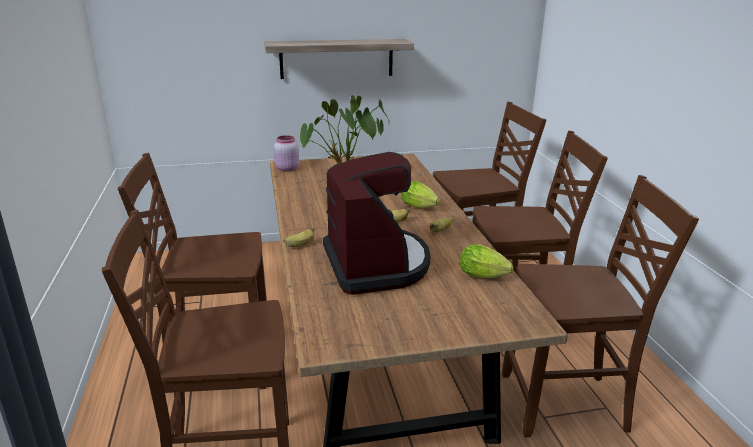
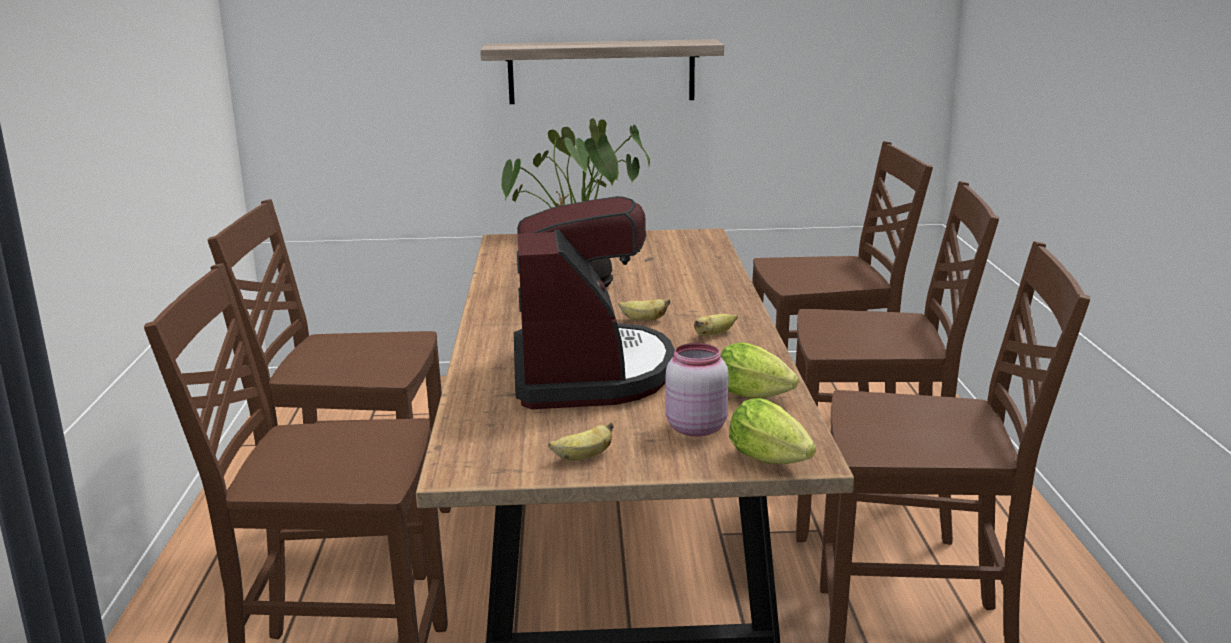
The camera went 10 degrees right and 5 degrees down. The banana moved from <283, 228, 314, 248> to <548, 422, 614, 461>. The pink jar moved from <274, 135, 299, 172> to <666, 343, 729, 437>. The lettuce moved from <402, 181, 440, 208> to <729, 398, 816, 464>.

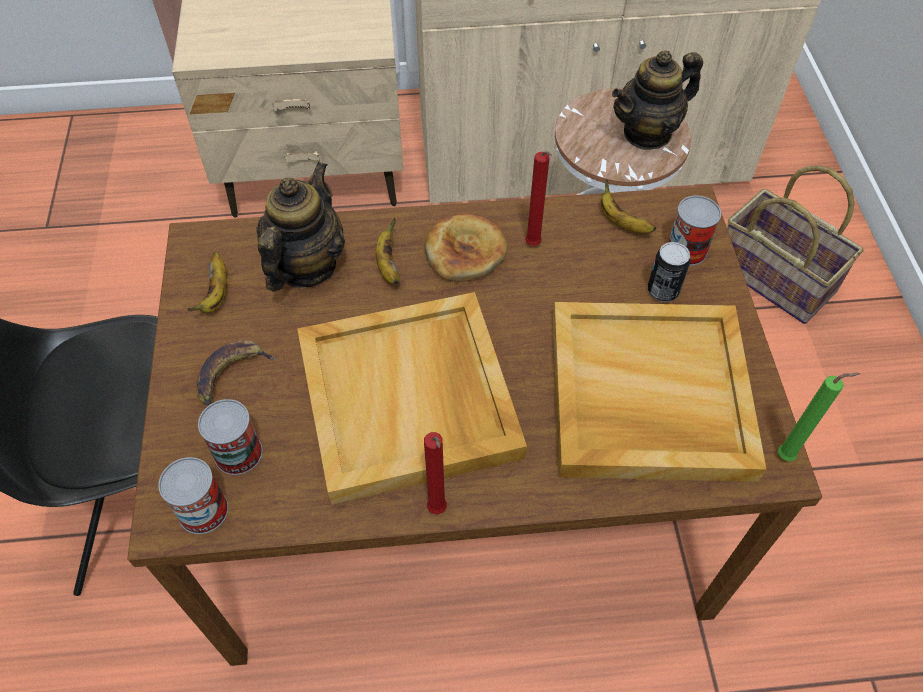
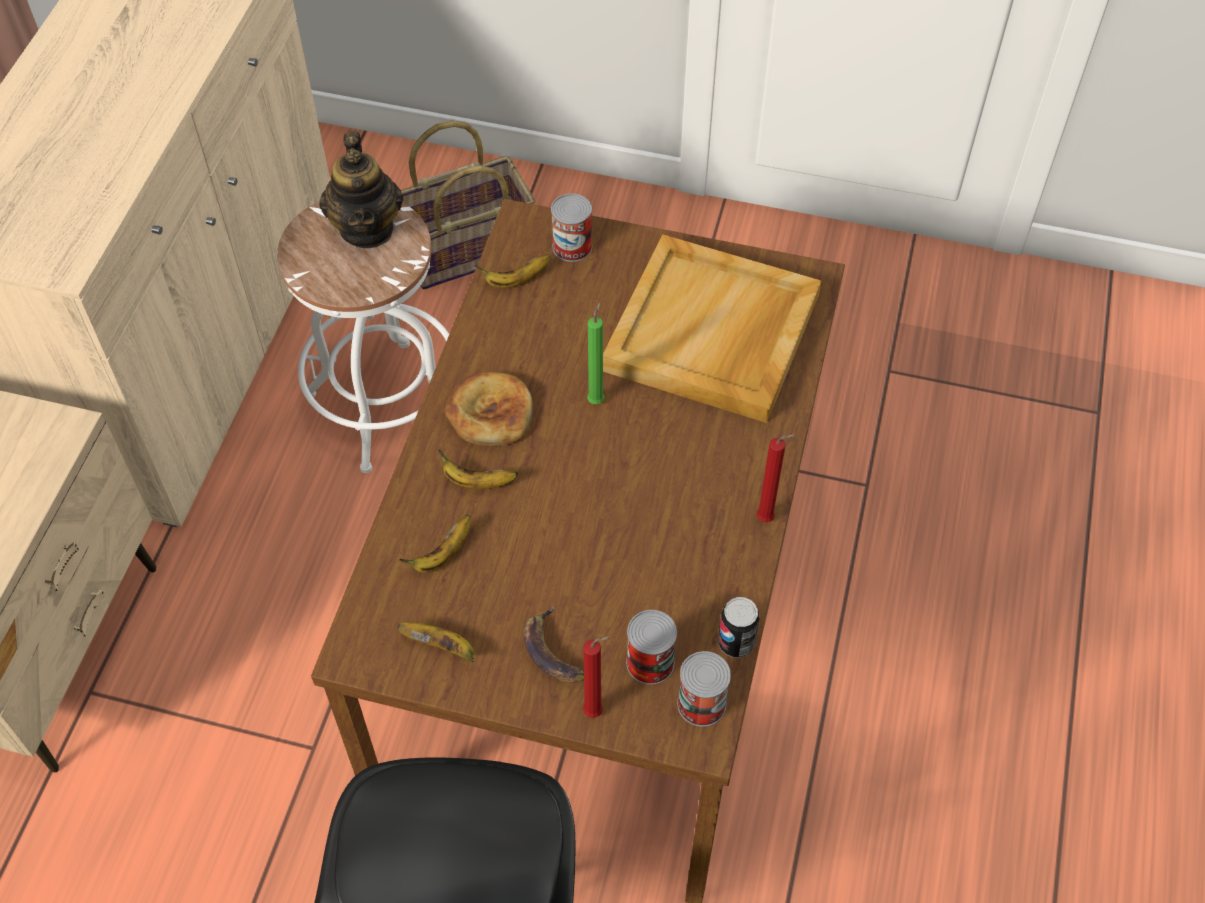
The camera went 70 degrees left and 0 degrees up. The teapot at <256, 161, 345, 291> was replaced by the banana at <399, 514, 471, 573>. The red candle moved from <525, 151, 552, 246> to <583, 636, 610, 718>. The green candle moved from <778, 372, 860, 461> to <587, 301, 605, 404>. The can moved from <648, 242, 691, 302> to <718, 597, 759, 658>. The beige tray at <297, 292, 527, 505> disappeared.

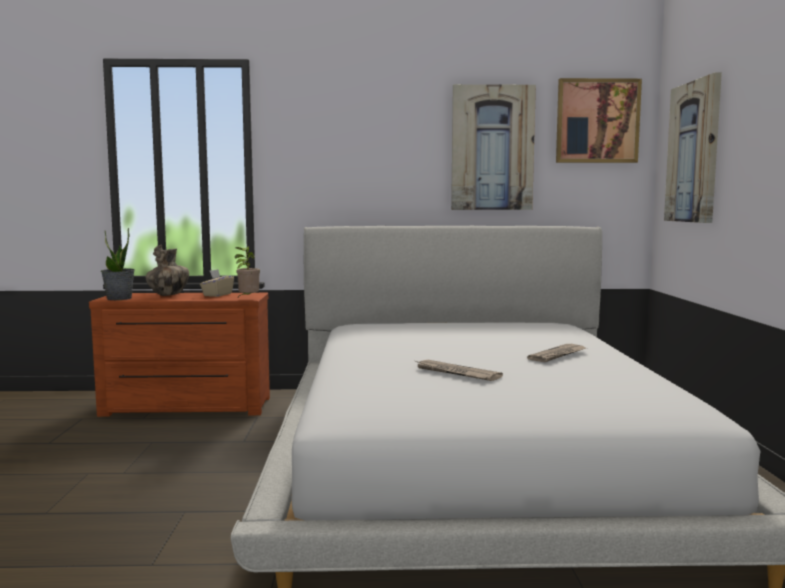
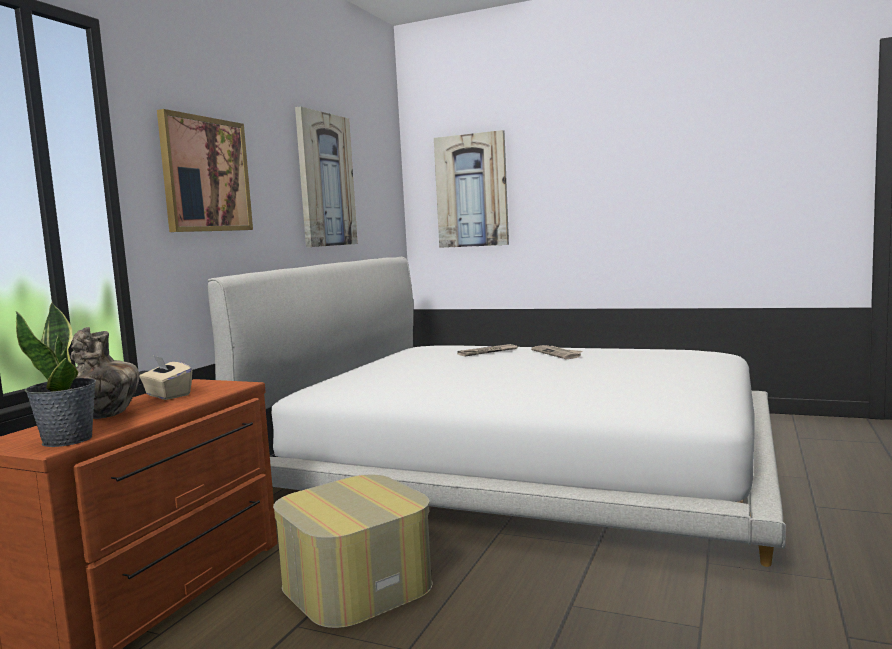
The camera went 65 degrees left and 0 degrees up. The picture moved from <556, 78, 642, 163> to <157, 109, 253, 232>. The ottoman at <273, 475, 432, 628> appeared. The newspaper moved from <415, 360, 503, 381> to <457, 344, 518, 357>. The potted plant at <235, 246, 260, 297> disappeared.

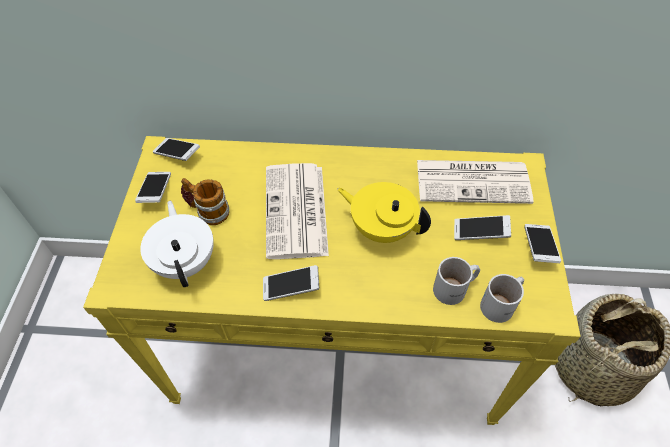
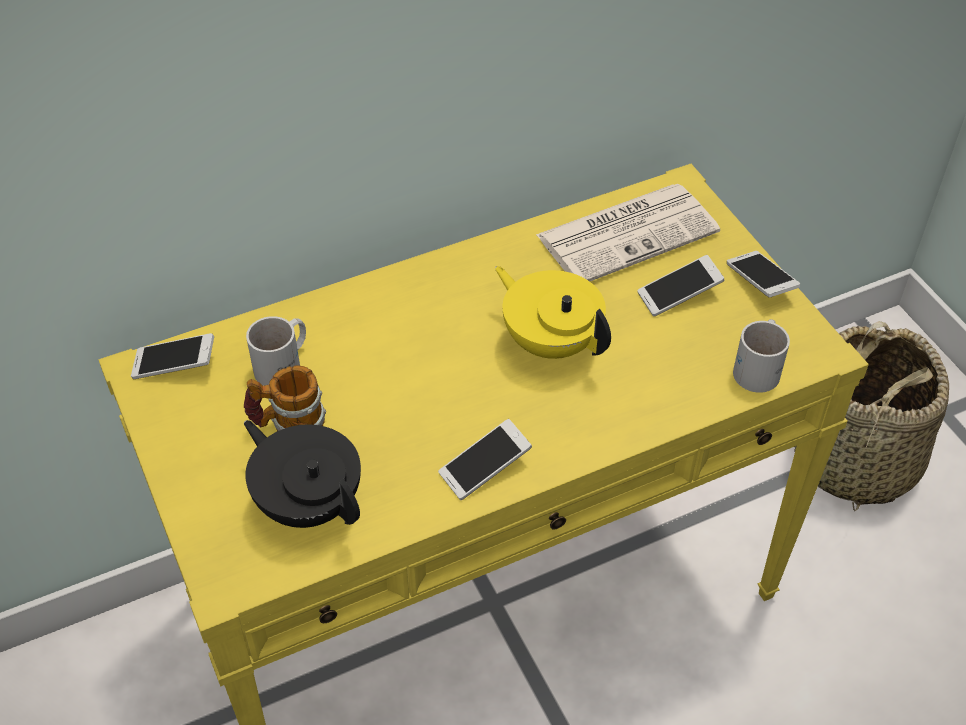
The camera went 30 degrees left and 5 degrees down. The white teapot at <140, 201, 214, 287> became the black teapot at <244, 420, 361, 528>. The white mug moved from <433, 257, 480, 305> to <246, 316, 306, 386>. The yellow teapot at <337, 182, 431, 243> turned 45 degrees clockwise. The phone at <135, 172, 171, 203> disappeared. The newspaper at <266, 163, 329, 259> disappeared.

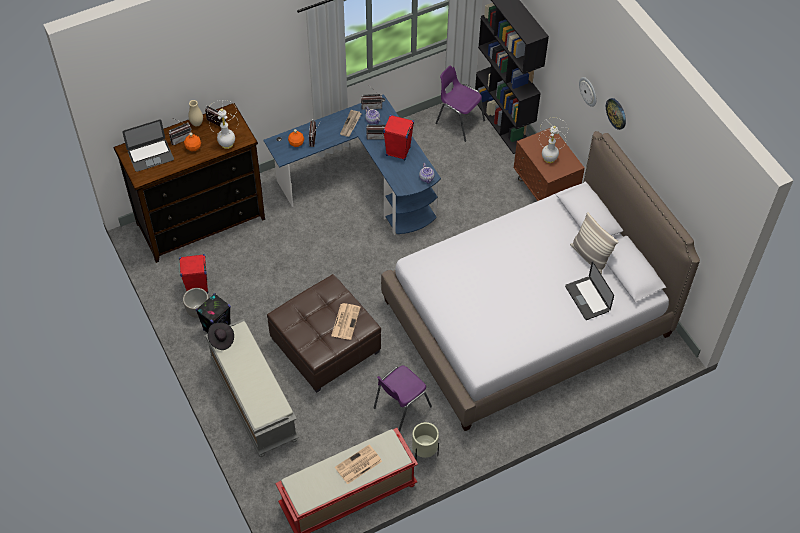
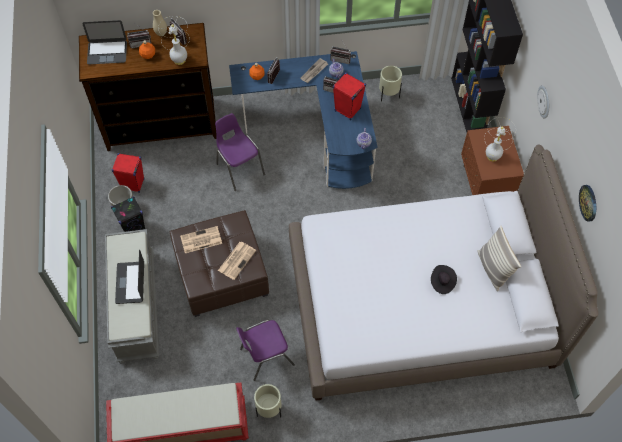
The camera went 20 degrees right and 5 degrees up. The laptop moved from <565, 261, 614, 320> to <115, 249, 144, 304>. The newspaper moved from <335, 445, 382, 484> to <180, 226, 222, 253>. The purple chair moved from <435, 66, 485, 142> to <215, 113, 265, 191>. The beige planter at <379, 66, 402, 102> appeared. The black hat moved from <208, 323, 234, 350> to <431, 265, 457, 294>. The wall clock moved from <606, 98, 626, 130> to <579, 185, 596, 221>.

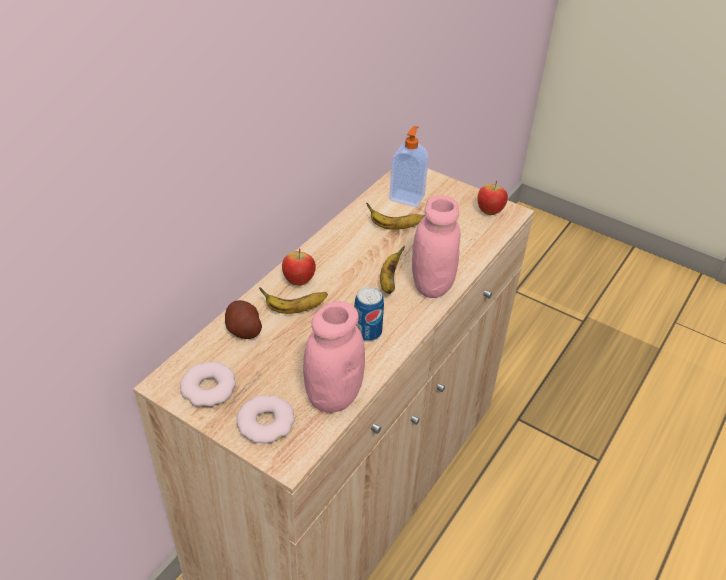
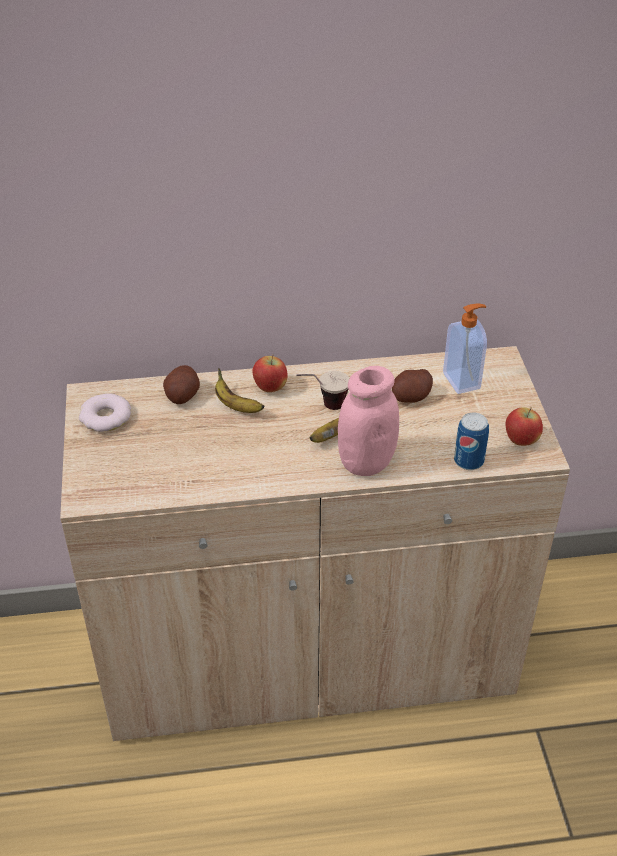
The camera went 50 degrees right and 0 degrees up. The cup at <296, 371, 349, 410> appeared. The banana at <366, 203, 425, 230> was replaced by the potato at <392, 369, 433, 403>. The can moved from <354, 287, 384, 341> to <454, 413, 489, 470>. The donut at <237, 395, 295, 444> disappeared. The pink jar at <303, 301, 365, 412> disappeared.

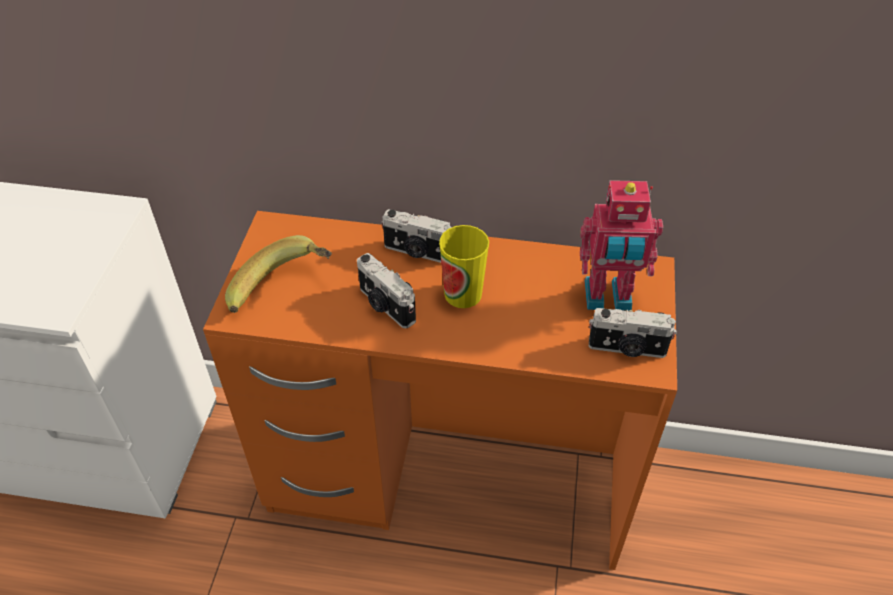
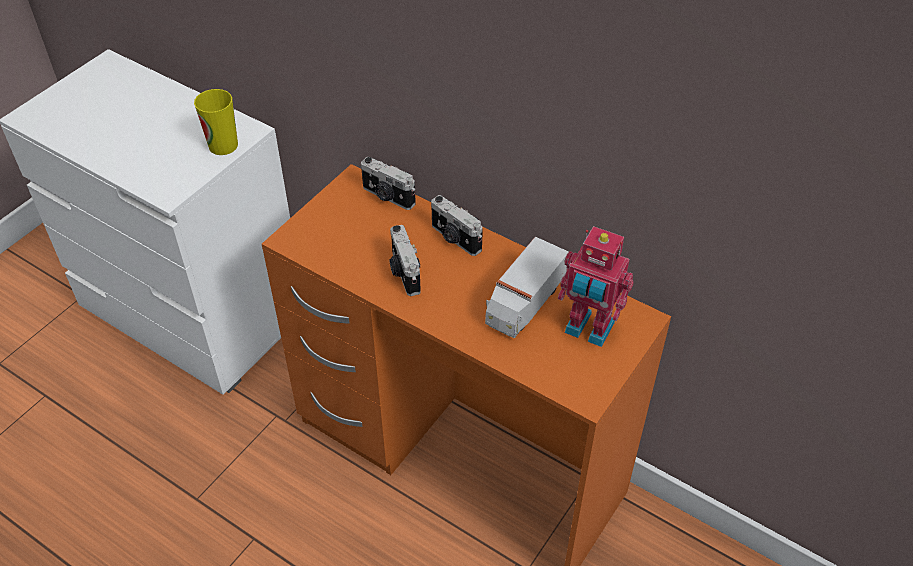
The camera went 25 degrees right and 0 degrees up. The cup moved from <439, 225, 489, 308> to <194, 89, 238, 155>. The photo camera moved from <589, 308, 676, 358> to <361, 157, 416, 210>. The toy truck at <485, 236, 569, 338> appeared. The banana at <225, 235, 332, 313> disappeared.

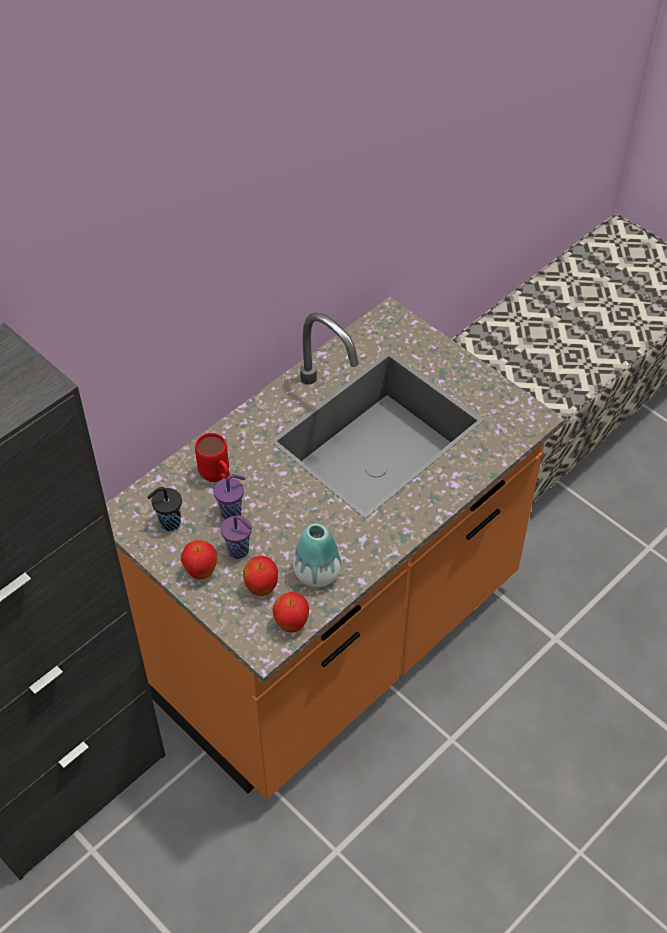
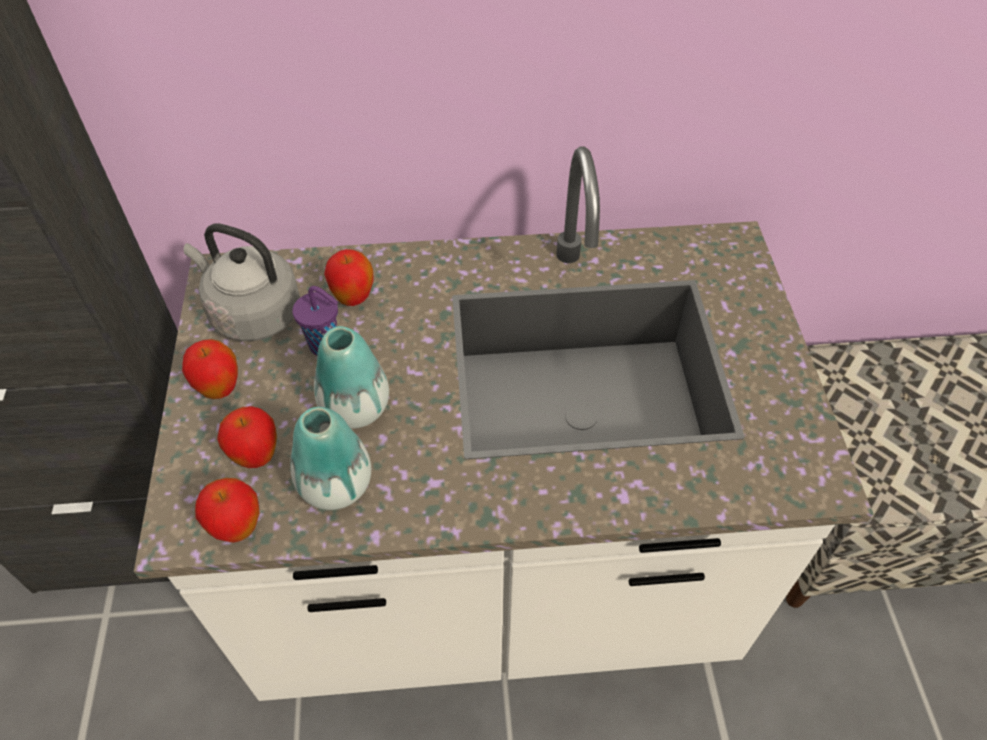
The camera went 40 degrees right and 0 degrees up. The orange counter at <106, 296, 565, 799> became the white counter at <134, 146, 873, 701>. The black cup at <147, 487, 182, 531> was replaced by the grey kettle at <184, 224, 300, 341>. The vase at <314, 326, 389, 429> appeared. The red mug at <195, 433, 230, 482> was replaced by the apple at <324, 249, 374, 306>. The purple cup at <221, 515, 252, 559> disappeared.

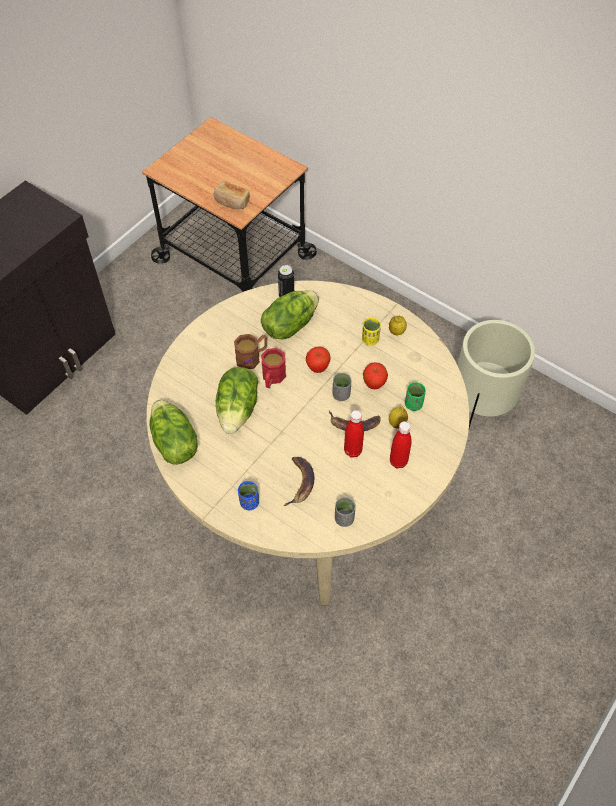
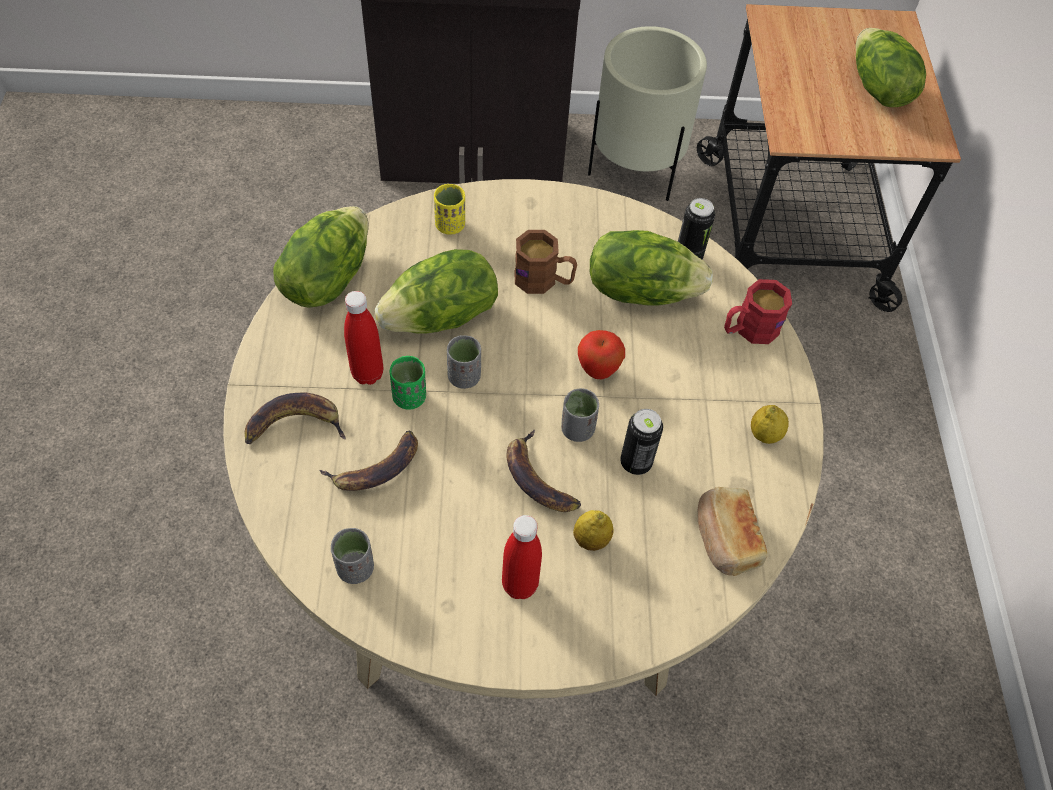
The camera went 50 degrees right and 0 degrees up. The blue cup at <238, 481, 259, 510> was replaced by the banana at <245, 393, 346, 444>. The red bottle moved from <344, 410, 364, 458> to <344, 291, 383, 385>. The green cup moved from <405, 382, 426, 411> to <390, 356, 426, 410>. The yellow cup moved from <362, 318, 381, 346> to <434, 184, 465, 235>. The grey cup at <447, 335, 481, 389> appeared. The beige planter moved from <457, 320, 535, 428> to <588, 26, 707, 201>. The apple at <363, 362, 388, 389> was replaced by the can at <620, 409, 663, 475>. The bread moved from <214, 181, 250, 209> to <698, 487, 768, 576>. The red mug moved from <261, 348, 286, 388> to <724, 279, 792, 344>. The lettuce at <855, 28, 926, 107> appeared.

